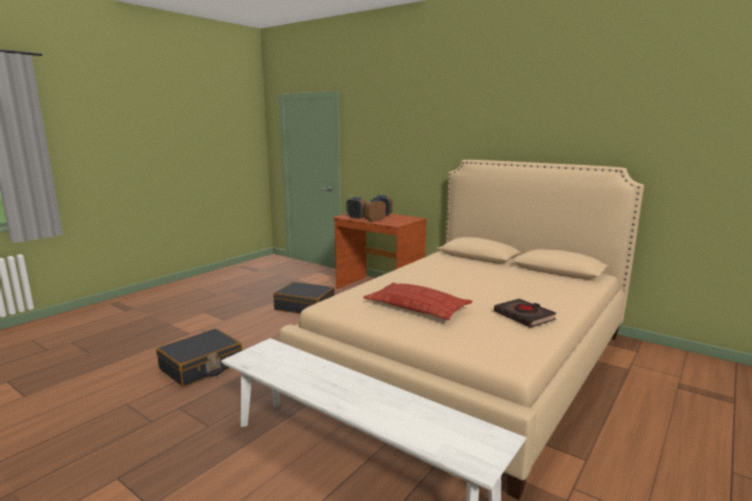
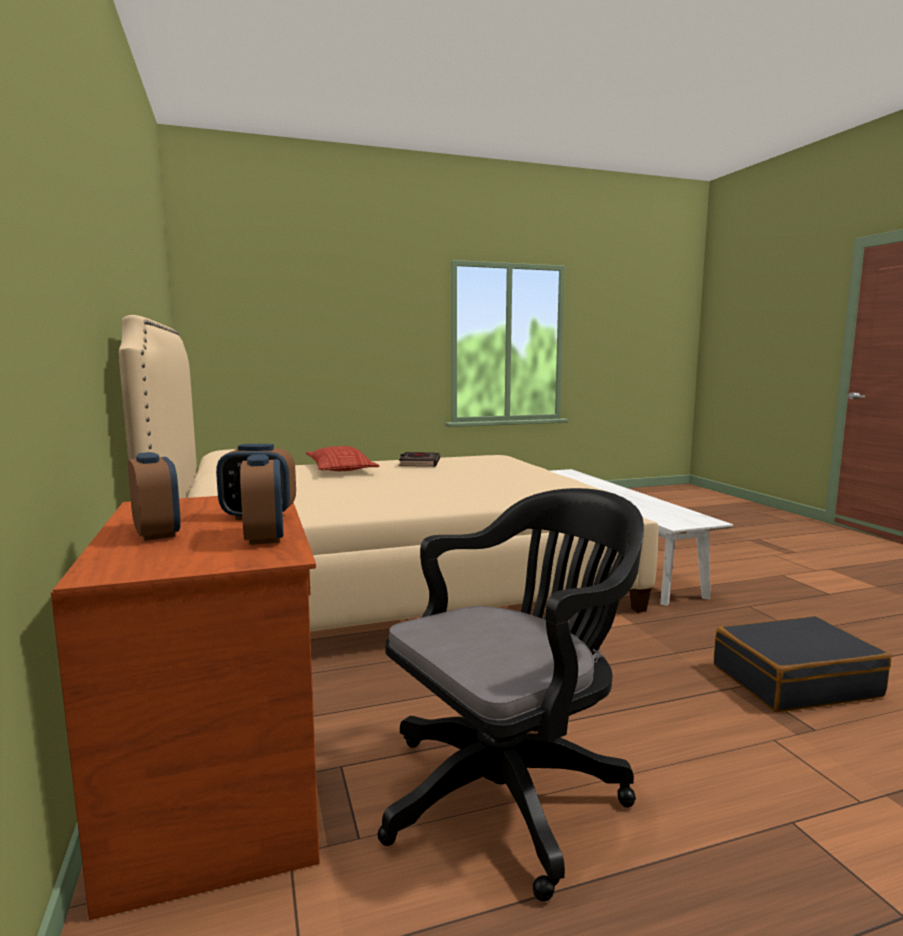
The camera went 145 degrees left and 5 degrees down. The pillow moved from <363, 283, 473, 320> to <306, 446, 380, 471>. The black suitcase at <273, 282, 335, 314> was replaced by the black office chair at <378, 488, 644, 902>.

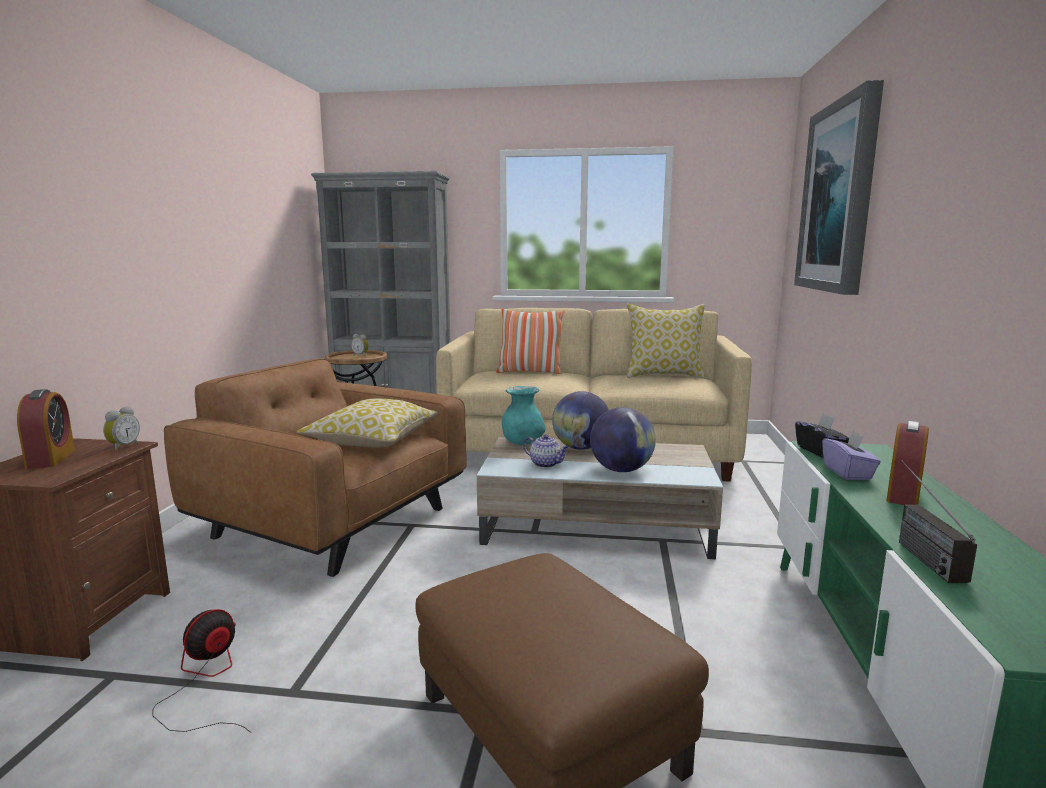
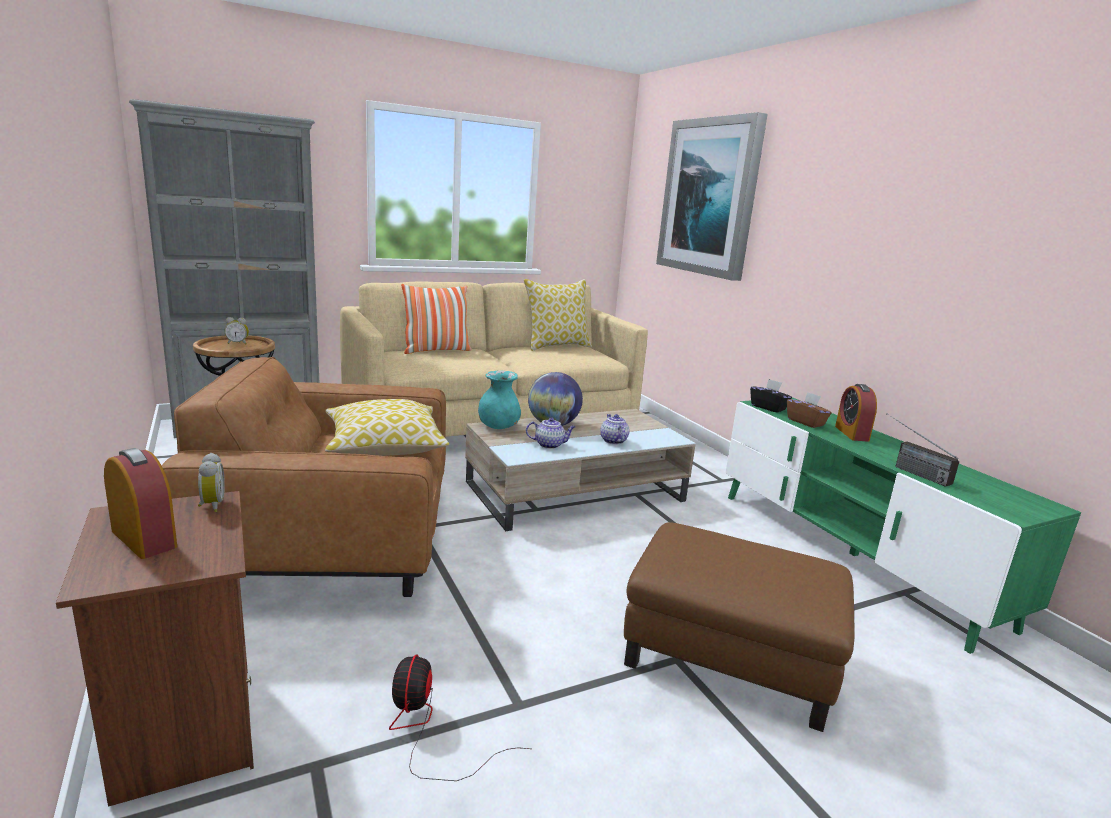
The camera went 35 degrees left and 5 degrees up. The globe at <590, 407, 656, 472> was replaced by the teapot at <600, 414, 629, 444>. The purple tissue box at <822, 430, 881, 480> became the brown tissue box at <787, 392, 832, 428>.

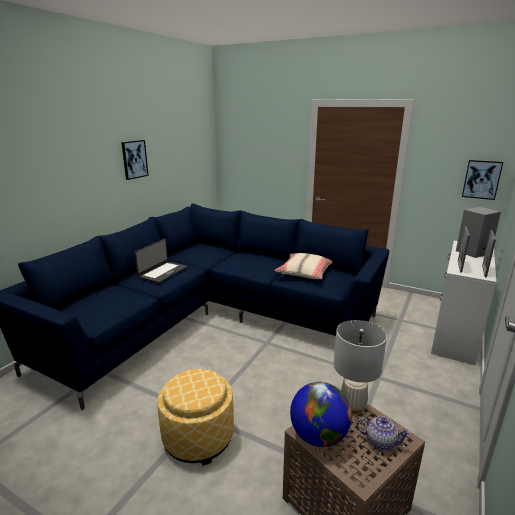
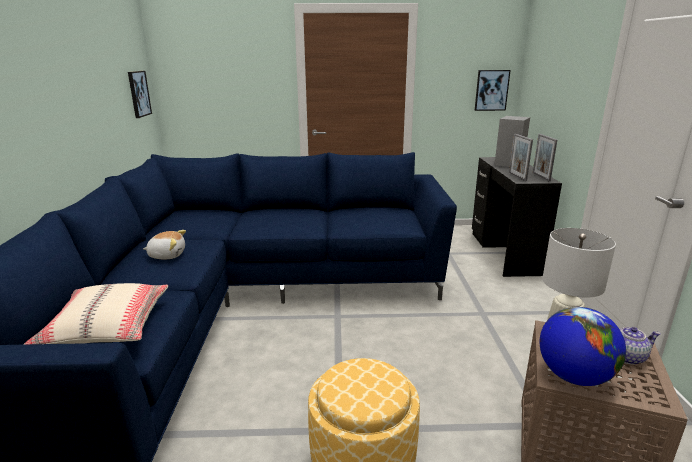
The camera went 30 degrees left and 0 degrees up. The beige pillow moved from <274, 253, 332, 279> to <23, 283, 168, 345>. The picture moved from <121, 140, 149, 180> to <128, 71, 152, 118>. The laptop at <134, 239, 187, 283> was replaced by the plush toy at <143, 230, 186, 259>. The white desk at <431, 241, 496, 365> became the black desk at <472, 157, 562, 277>.

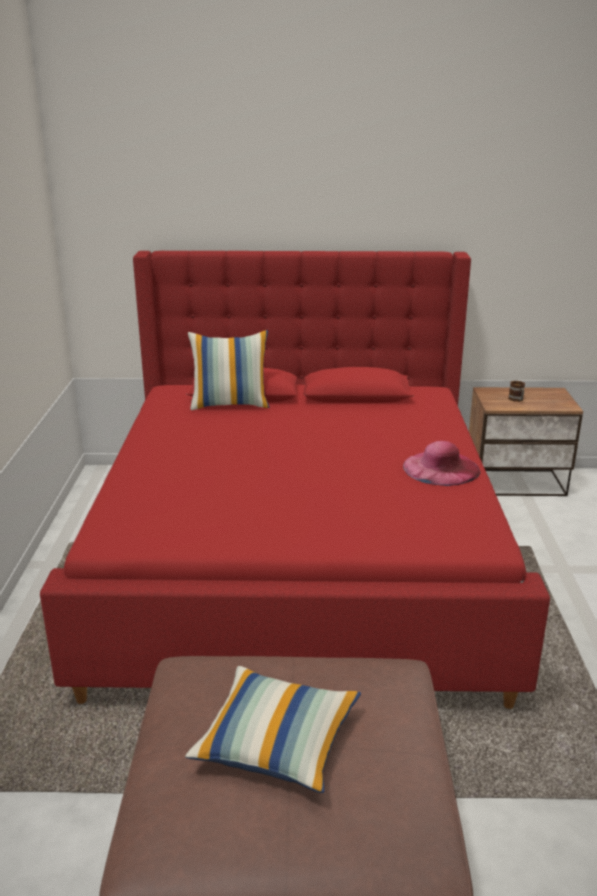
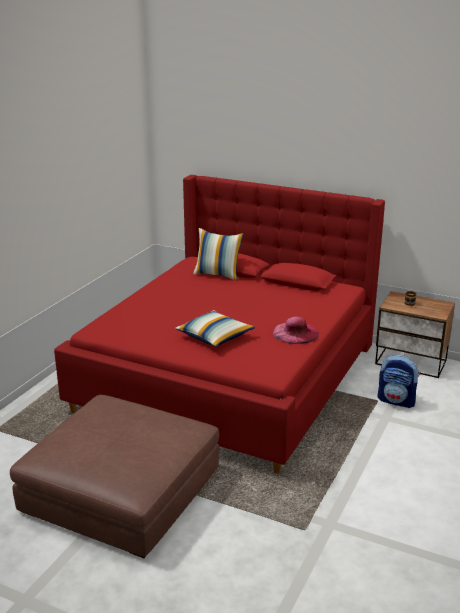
The camera went 25 degrees right and 0 degrees up. The pillow moved from <185, 666, 361, 793> to <175, 310, 255, 347>. The backpack at <377, 355, 420, 408> appeared.

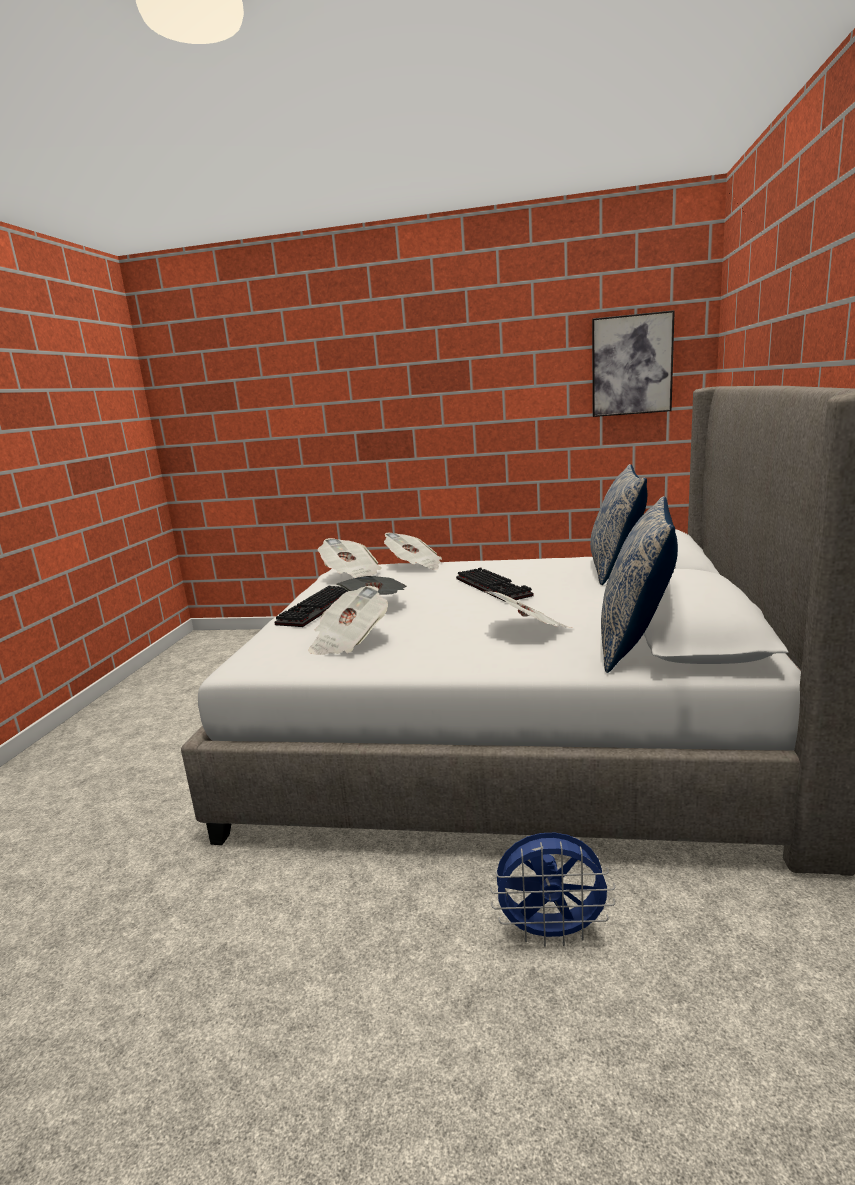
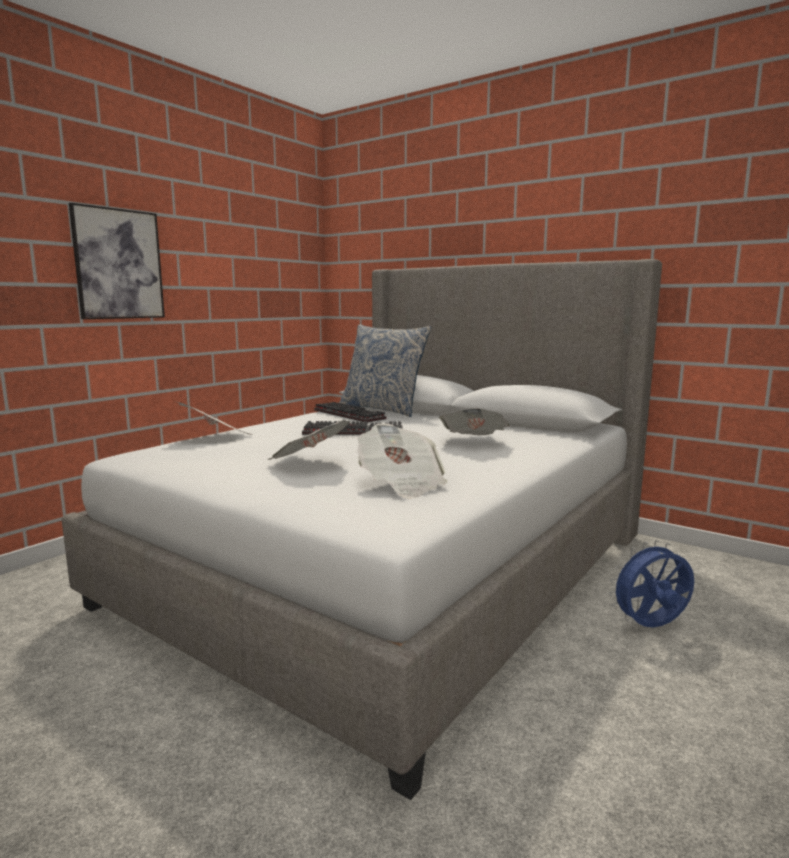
The camera went 65 degrees left and 5 degrees down. The picture moved from <592, 310, 675, 417> to <69, 203, 165, 319>. The keyboard moved from <274, 586, 348, 627> to <314, 402, 386, 422>. The blue fan at <490, 833, 615, 947> turned 135 degrees counterclockwise. The newspaper at <318, 538, 381, 578> disappeared. The pillow at <601, 496, 678, 673> disappeared.

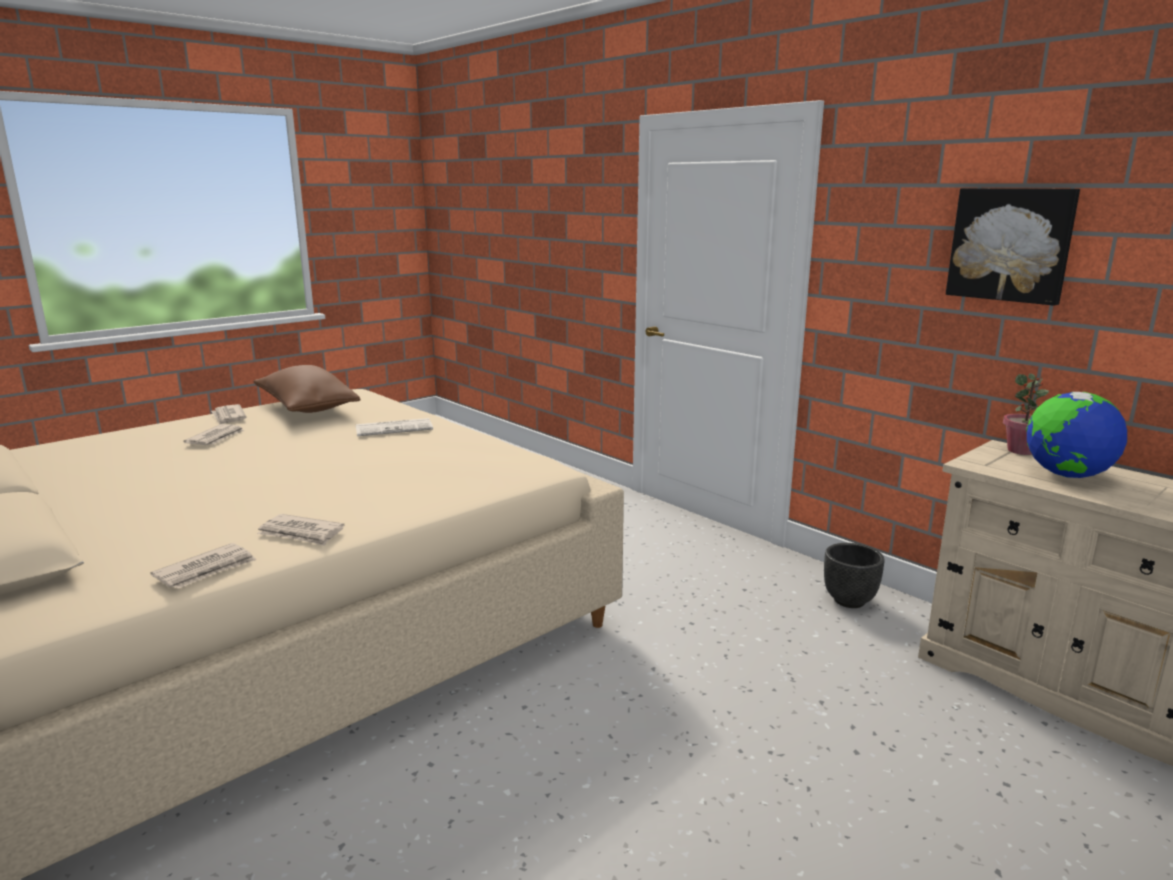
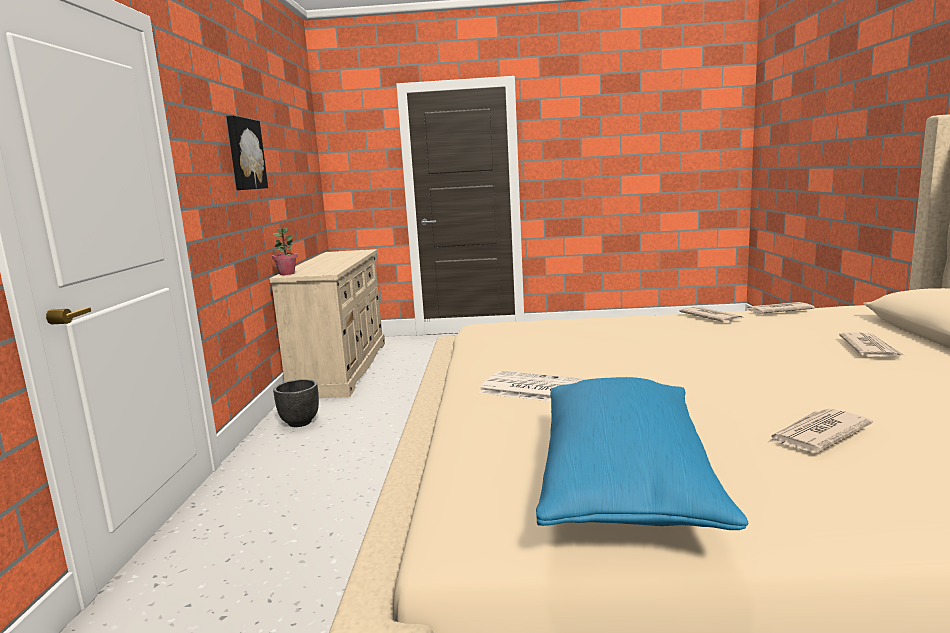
The camera went 135 degrees left and 5 degrees down. The brown pillow at <253, 365, 361, 413> became the blue pillow at <536, 377, 748, 530>. The newspaper moved from <211, 404, 247, 425> to <839, 333, 905, 357>. The globe at <1026, 392, 1127, 478> disappeared.

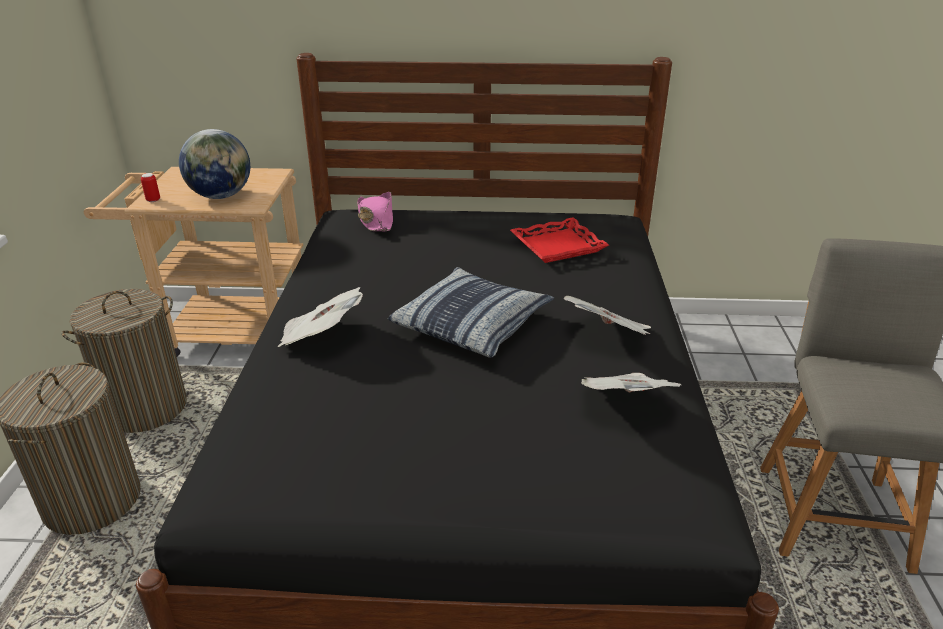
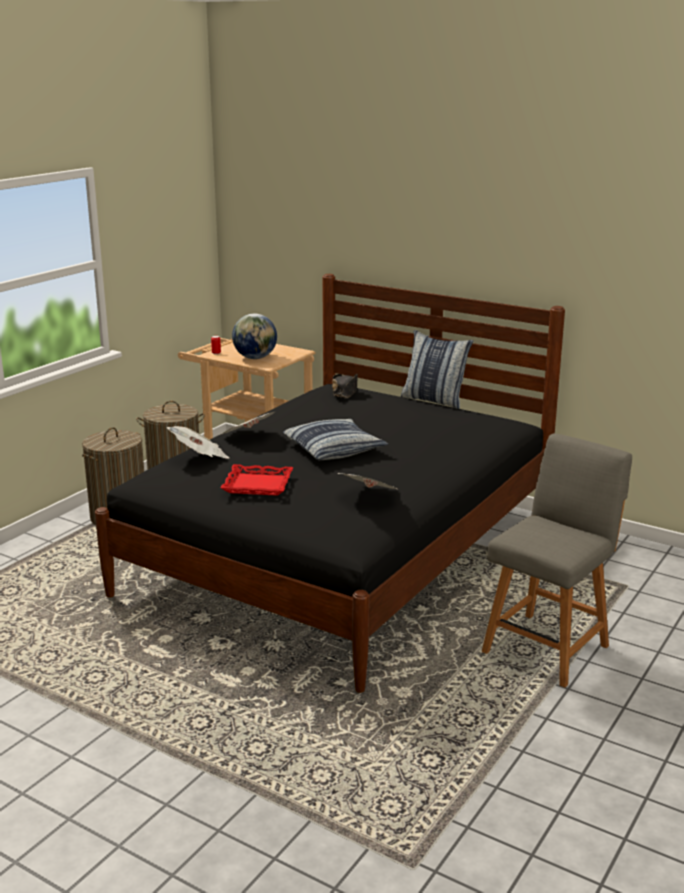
The camera went 30 degrees right and 10 degrees down. The newspaper moved from <564, 296, 651, 335> to <167, 426, 229, 459>. The red tray moved from <510, 217, 609, 263> to <220, 464, 293, 496>. The pink hat at <357, 192, 393, 231> became the black hat at <332, 374, 358, 398>. The pillow at <401, 330, 474, 409> appeared.

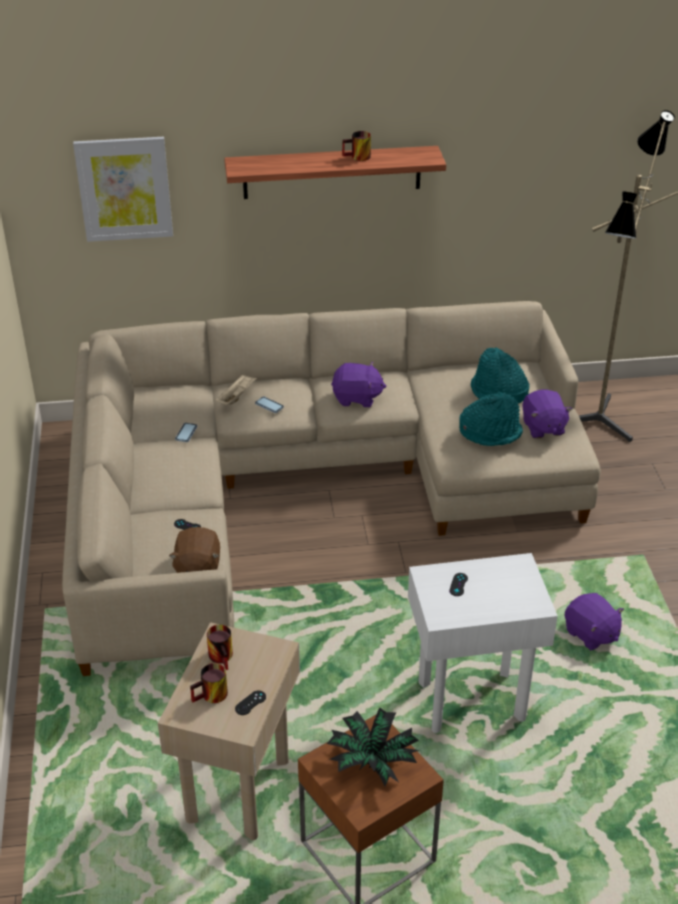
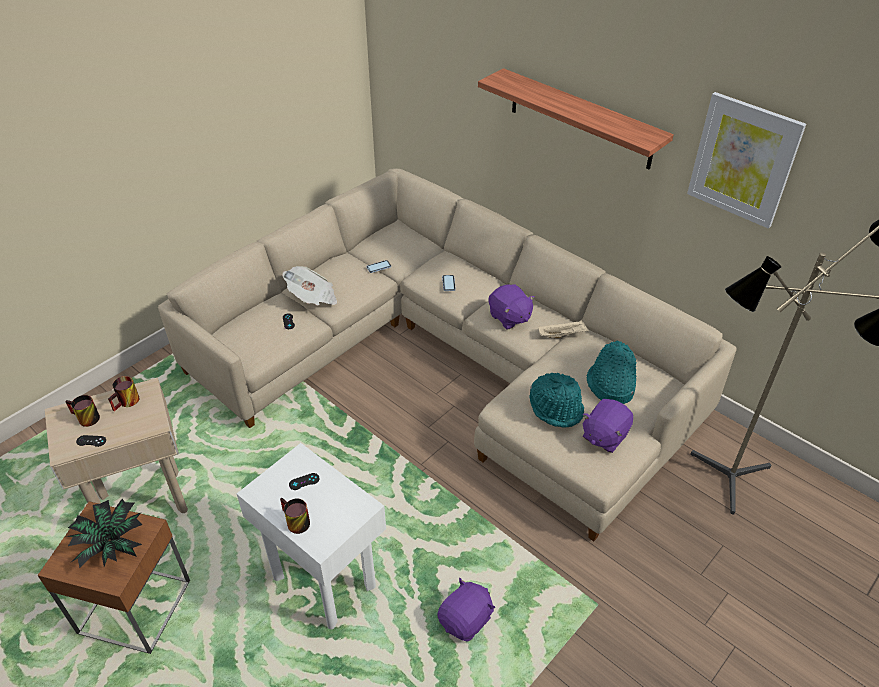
The camera went 50 degrees right and 5 degrees up. The mug moved from <342, 131, 371, 161> to <280, 498, 310, 534>. The newspaper at <282, 266, 337, 305> appeared. The purple plush toy at <564, 593, 624, 650> turned 150 degrees counterclockwise. The beige tray moved from <216, 374, 257, 405> to <538, 320, 589, 338>. The picture moved from <73, 137, 173, 242> to <687, 92, 806, 229>. The brown plush toy at <169, 527, 220, 573> disappeared.

